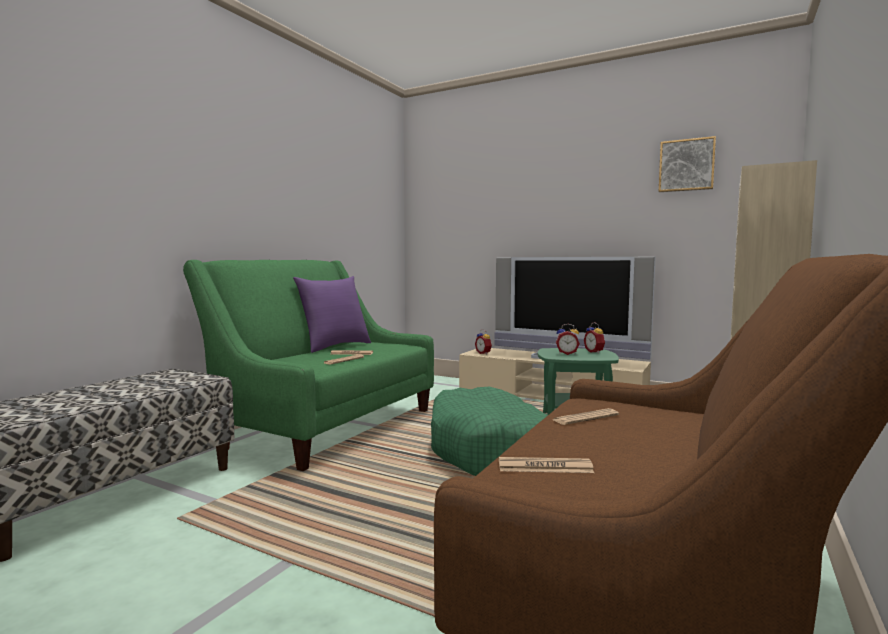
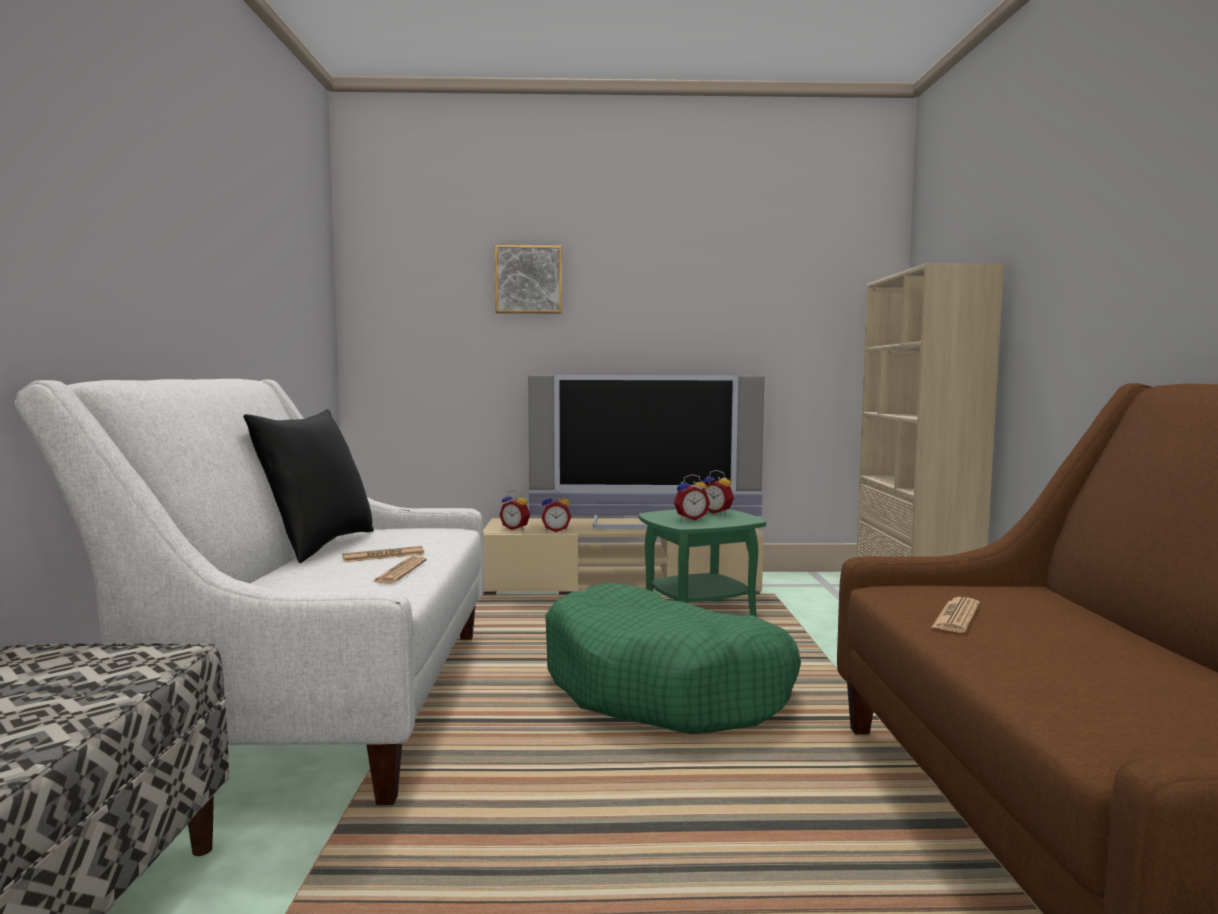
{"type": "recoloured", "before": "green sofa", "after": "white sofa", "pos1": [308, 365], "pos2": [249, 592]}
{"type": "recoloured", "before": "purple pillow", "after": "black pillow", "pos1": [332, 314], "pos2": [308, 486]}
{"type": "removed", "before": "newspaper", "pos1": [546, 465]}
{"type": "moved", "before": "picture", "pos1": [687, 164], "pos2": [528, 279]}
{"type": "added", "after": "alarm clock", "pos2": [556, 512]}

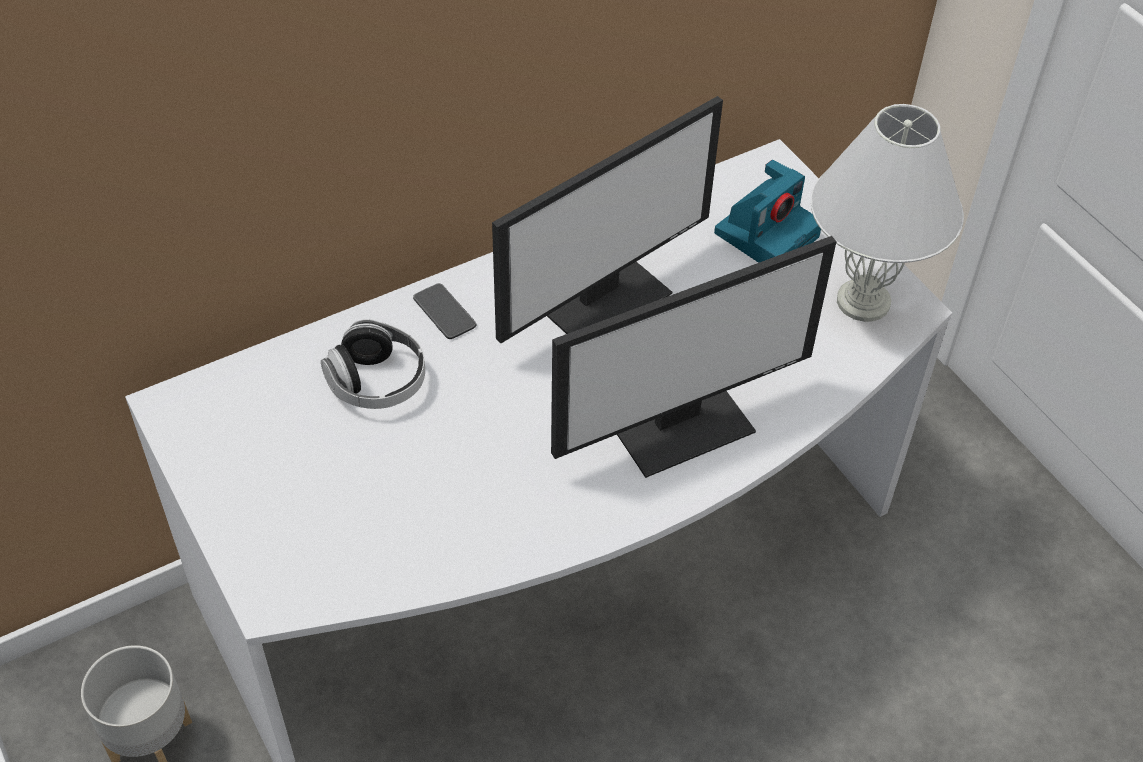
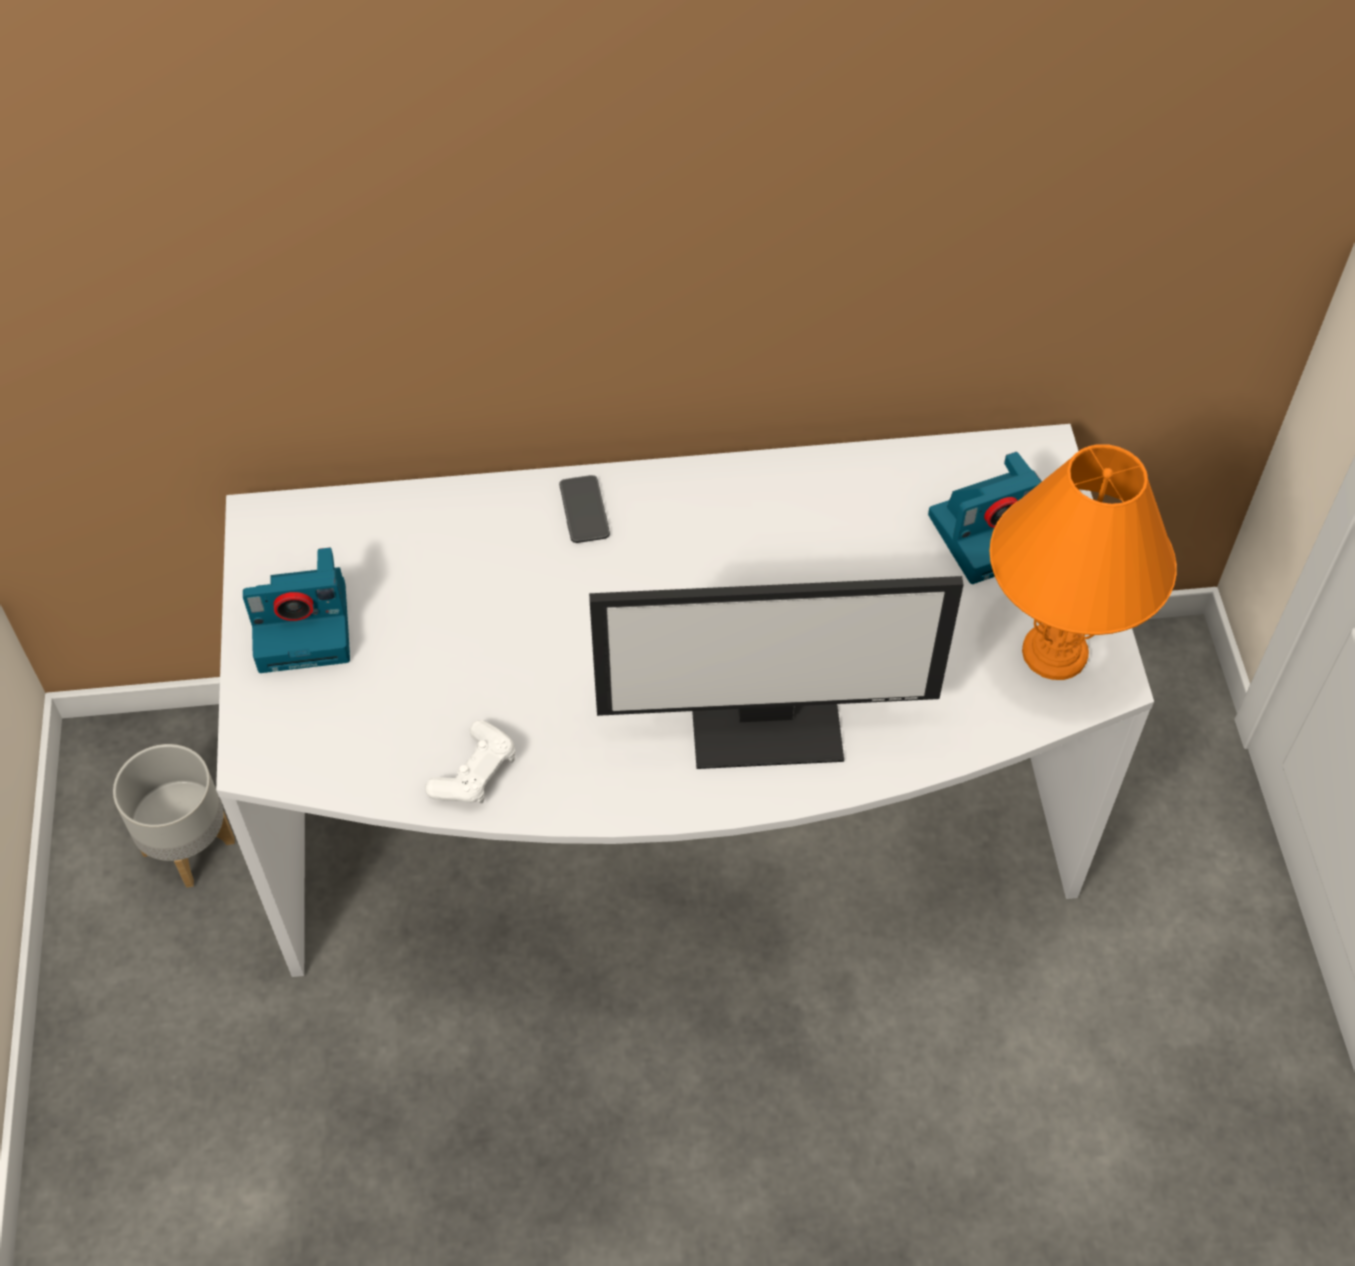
{"type": "removed", "before": "headphones", "pos1": [373, 364]}
{"type": "removed", "before": "monitor", "pos1": [607, 219]}
{"type": "recoloured", "before": "white table lamp", "after": "orange table lamp", "pos1": [887, 213], "pos2": [1083, 562]}
{"type": "added", "after": "photo camera", "pos2": [296, 610]}
{"type": "added", "after": "white game controller", "pos2": [470, 762]}

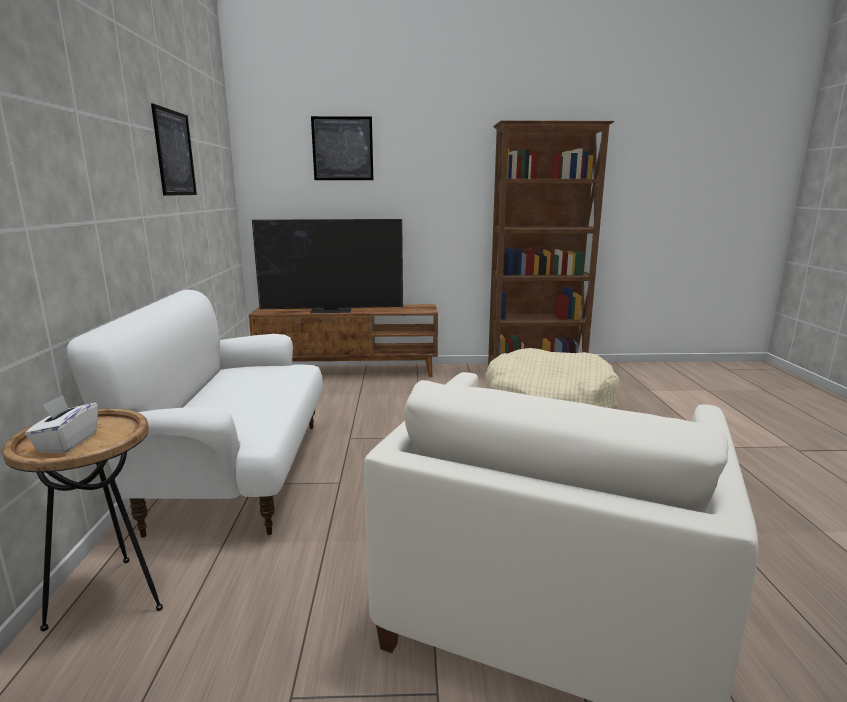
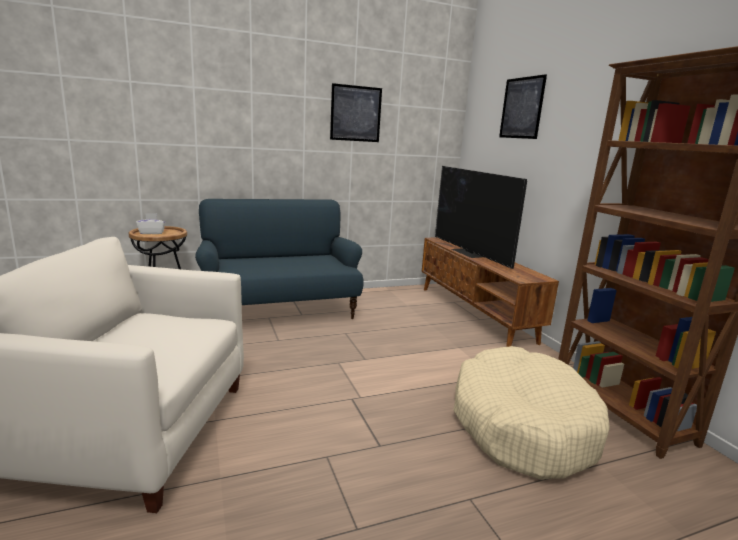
{"type": "recoloured", "before": "white sofa", "after": "blue sofa", "pos1": [195, 414], "pos2": [279, 259]}

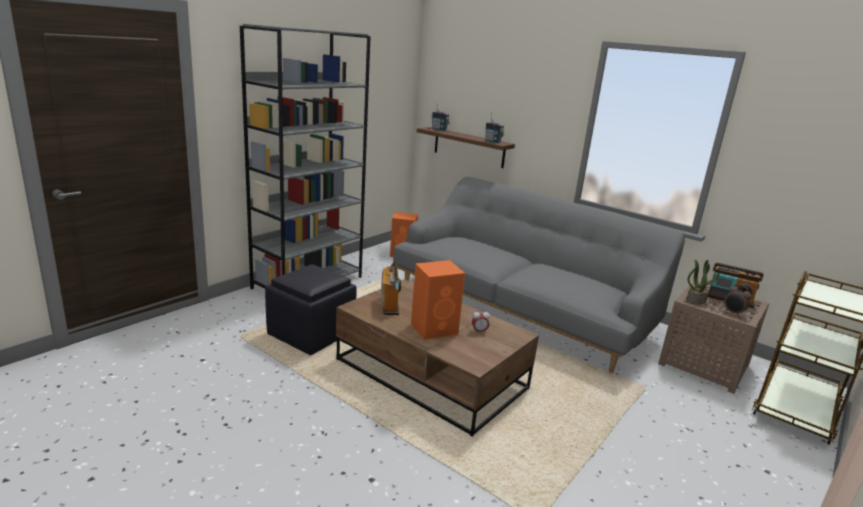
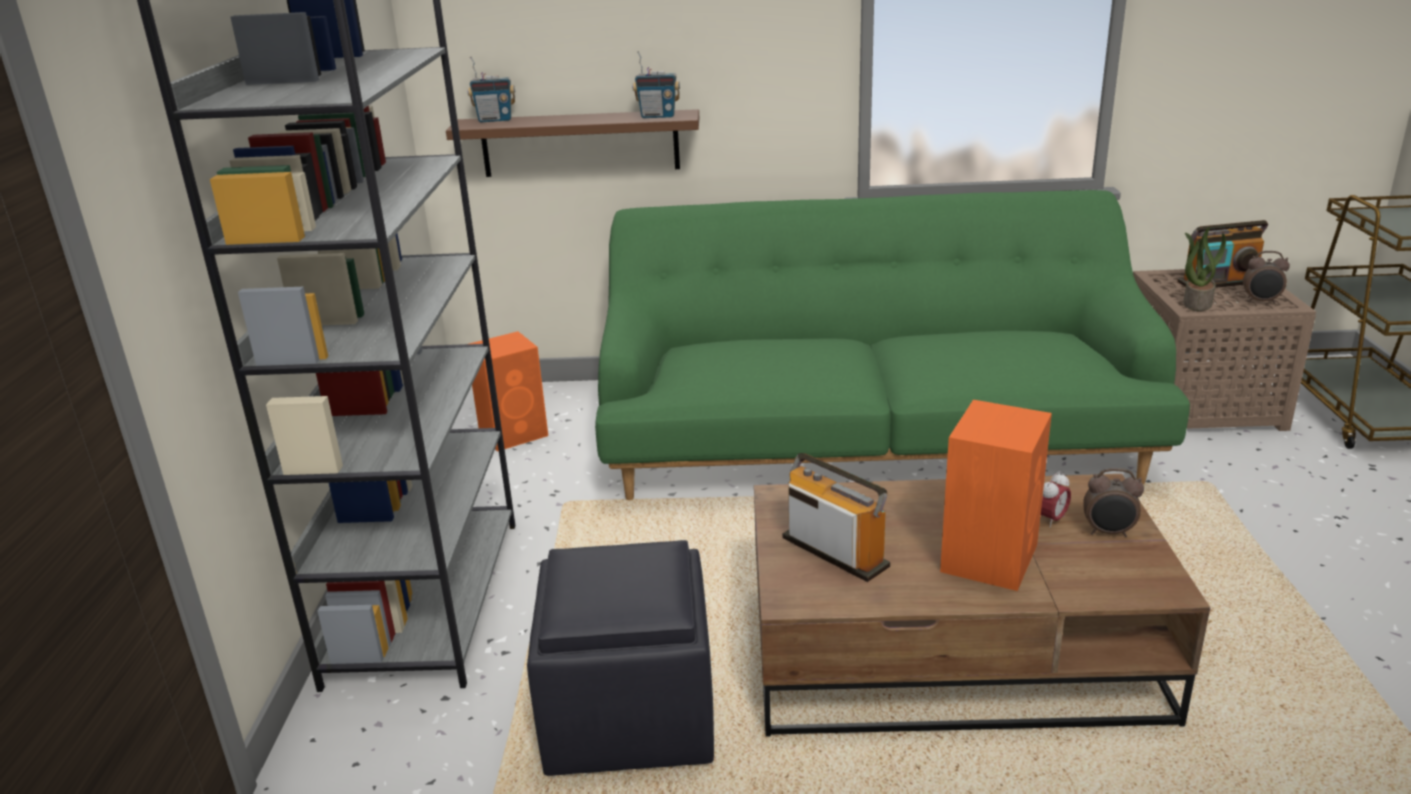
{"type": "recoloured", "before": "grey sofa", "after": "green sofa", "pos1": [539, 275], "pos2": [892, 345]}
{"type": "added", "after": "alarm clock", "pos2": [1113, 502]}

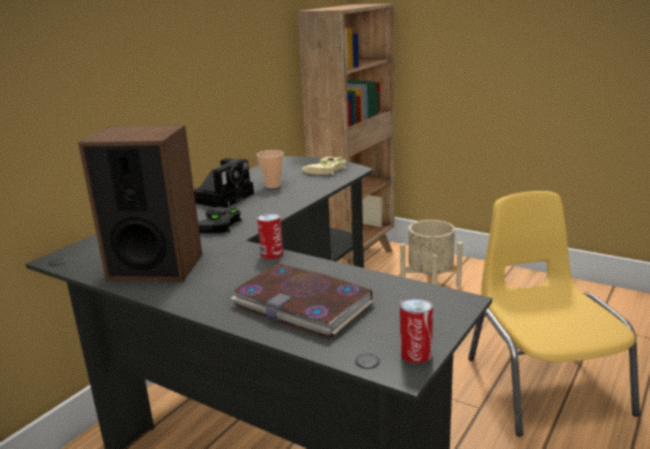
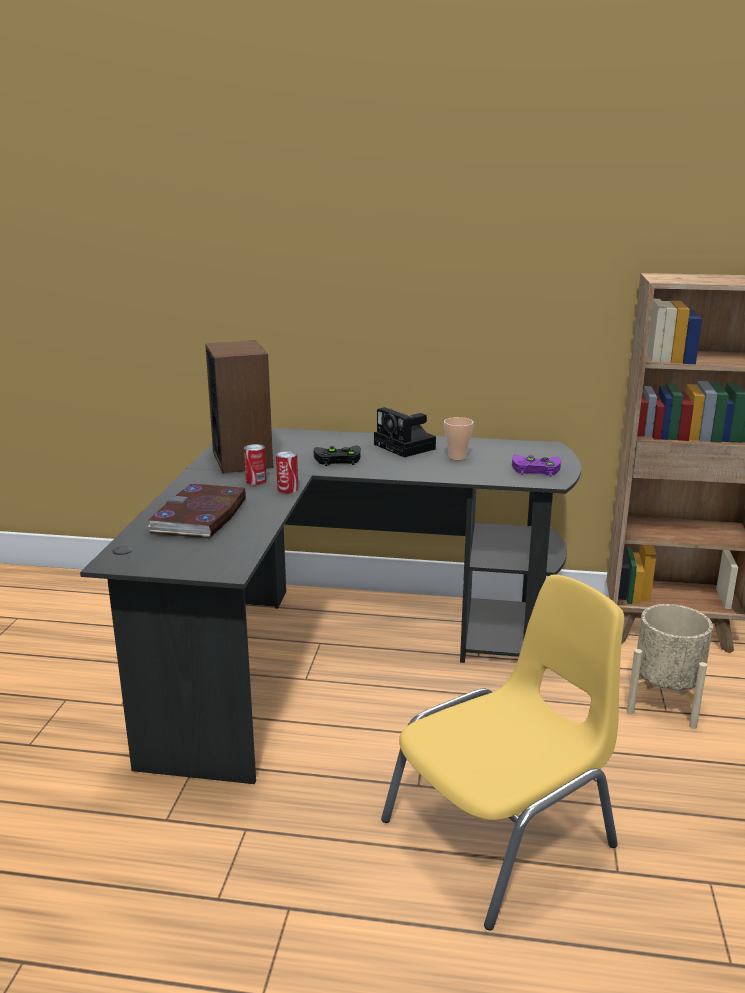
{"type": "turned", "before": "photo camera", "pos1": [224, 183], "pos2": [405, 432], "turn": 45}
{"type": "recoloured", "before": "beige game controller", "after": "purple game controller", "pos1": [324, 166], "pos2": [536, 465]}
{"type": "moved", "before": "can", "pos1": [416, 330], "pos2": [255, 464]}

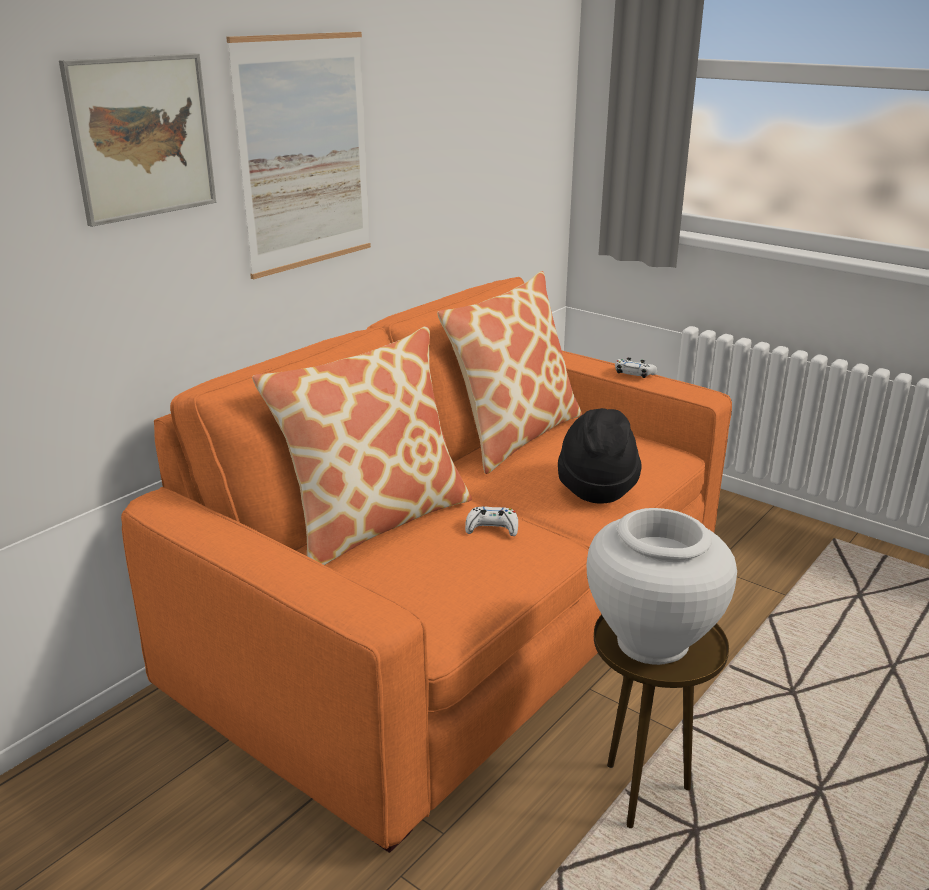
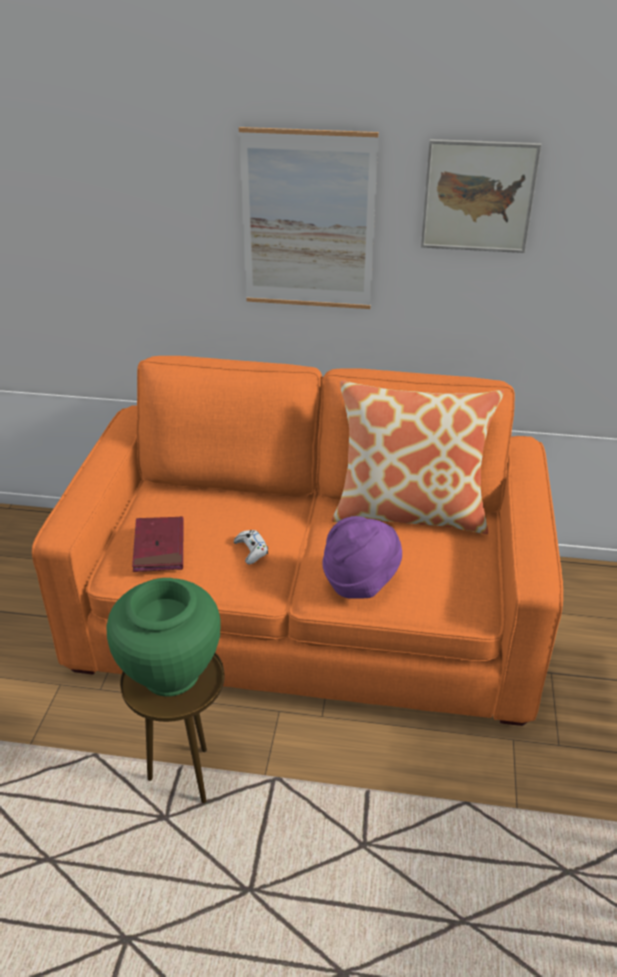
{"type": "moved", "before": "picture", "pos1": [137, 140], "pos2": [481, 196]}
{"type": "removed", "before": "pillow", "pos1": [362, 445]}
{"type": "recoloured", "before": "black hat", "after": "purple hat", "pos1": [600, 456], "pos2": [362, 557]}
{"type": "recoloured", "before": "white vase", "after": "green vase", "pos1": [662, 586], "pos2": [164, 637]}
{"type": "removed", "before": "white game controller", "pos1": [636, 367]}
{"type": "added", "after": "red book", "pos2": [158, 544]}

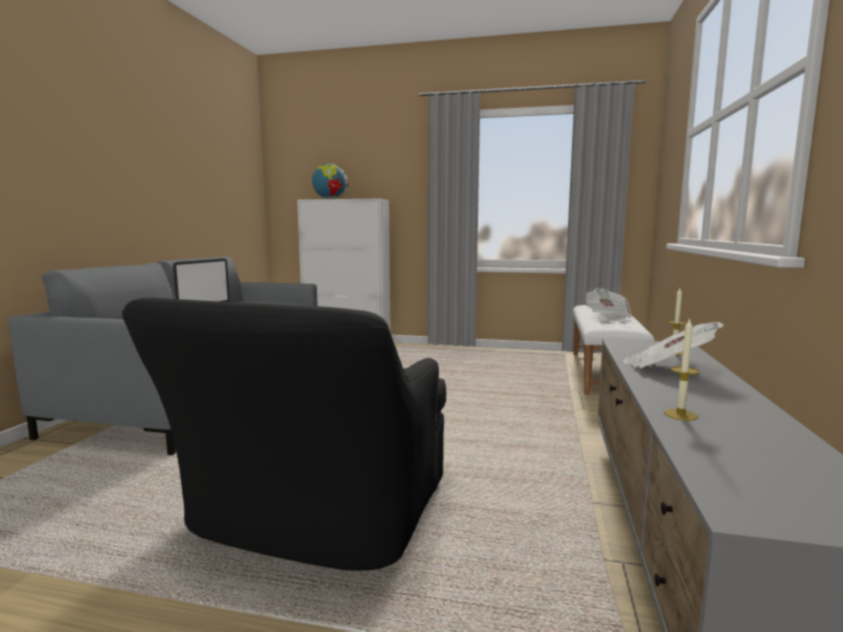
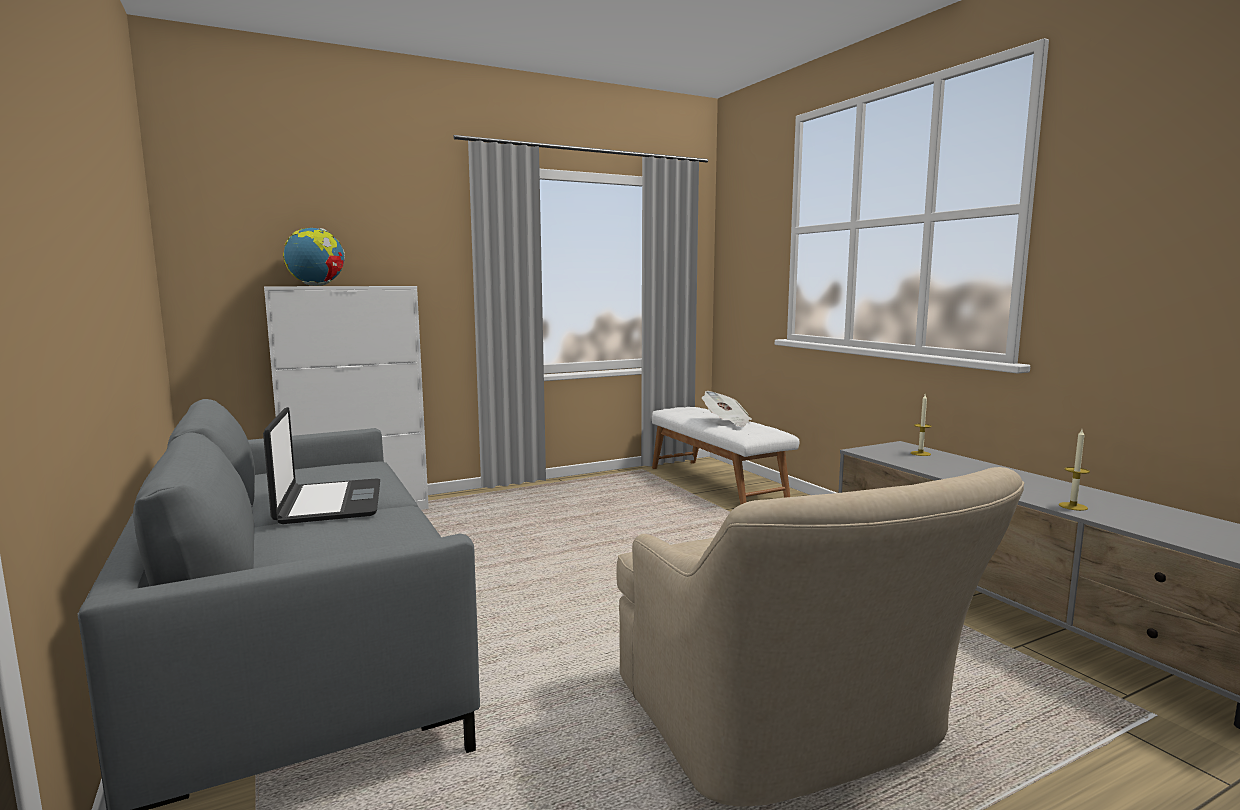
{"type": "recoloured", "before": "black armchair", "after": "beige armchair", "pos1": [284, 434], "pos2": [820, 637]}
{"type": "removed", "before": "newspaper", "pos1": [673, 345]}

